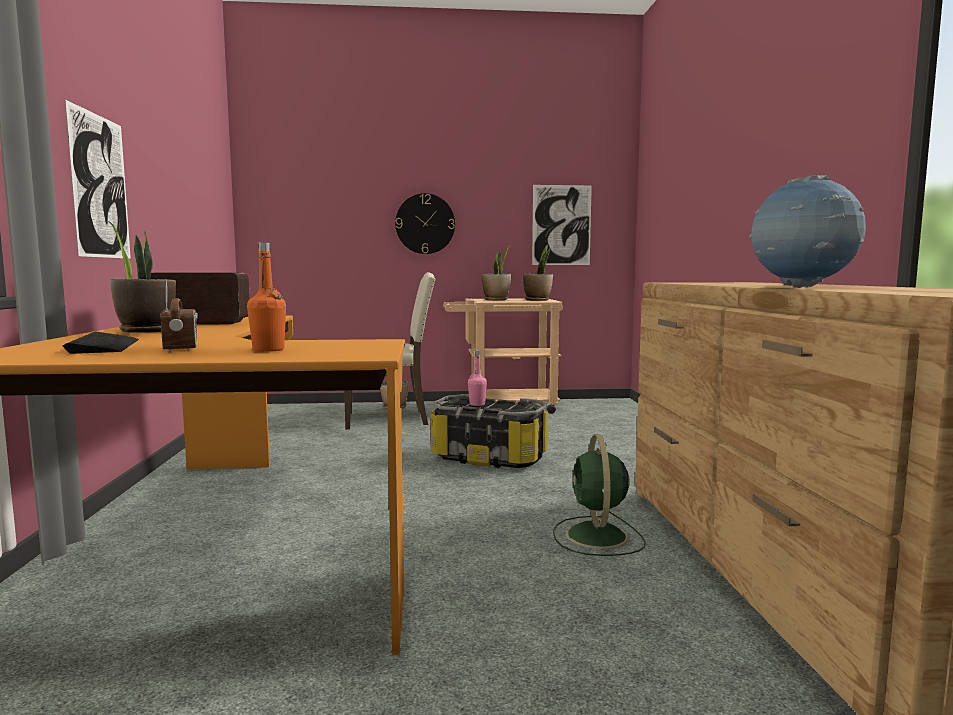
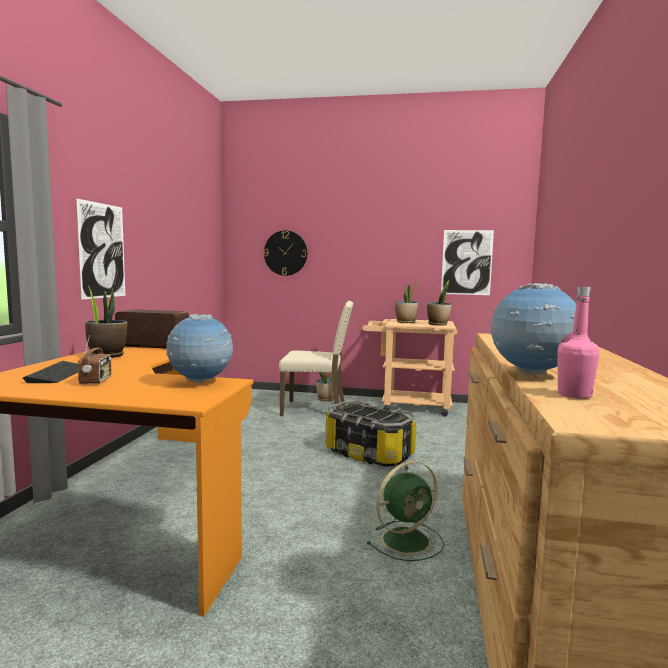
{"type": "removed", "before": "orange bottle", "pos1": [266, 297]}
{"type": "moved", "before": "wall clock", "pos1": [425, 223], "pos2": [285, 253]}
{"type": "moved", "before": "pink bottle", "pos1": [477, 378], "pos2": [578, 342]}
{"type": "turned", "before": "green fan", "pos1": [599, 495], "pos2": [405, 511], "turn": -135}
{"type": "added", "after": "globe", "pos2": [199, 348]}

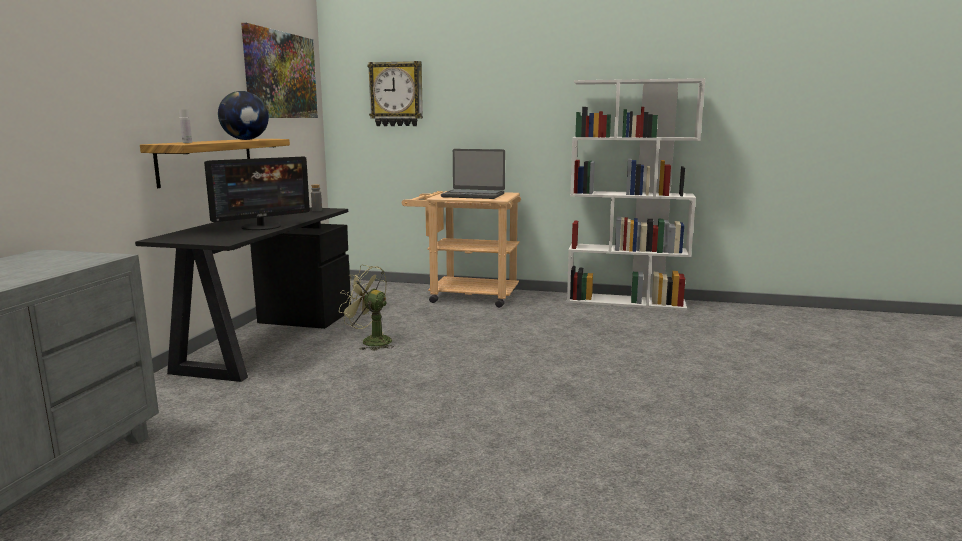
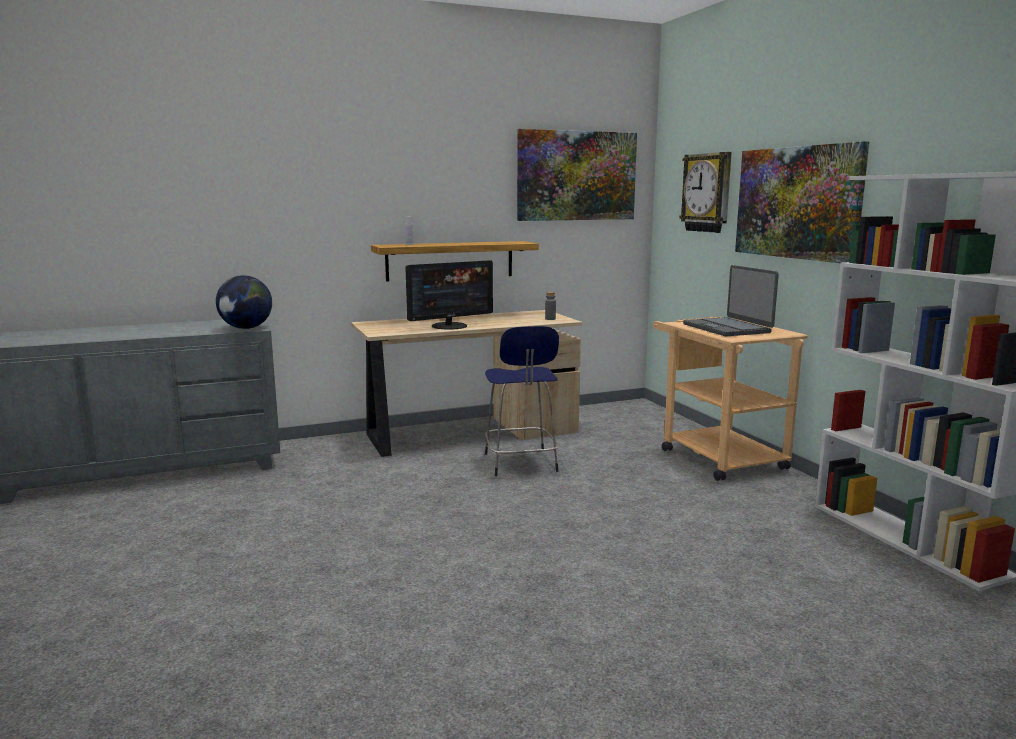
{"type": "recoloured", "before": "black desk", "after": "beige desk", "pos1": [243, 294], "pos2": [466, 383]}
{"type": "turned", "before": "monitor", "pos1": [257, 193], "pos2": [449, 295], "turn": -45}
{"type": "moved", "before": "globe", "pos1": [243, 115], "pos2": [244, 302]}
{"type": "replaced", "before": "green fan", "after": "blue stool", "pos1": [366, 308], "pos2": [522, 401]}
{"type": "added", "after": "picture", "pos2": [802, 202]}

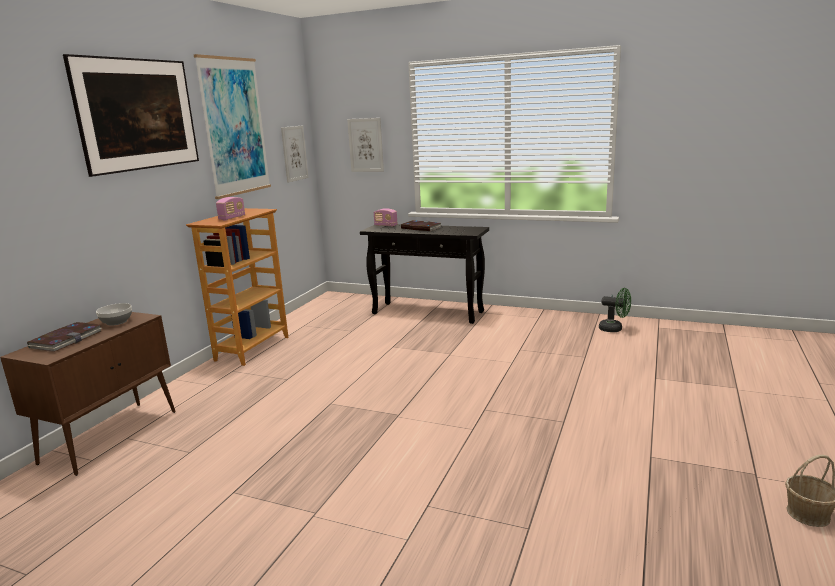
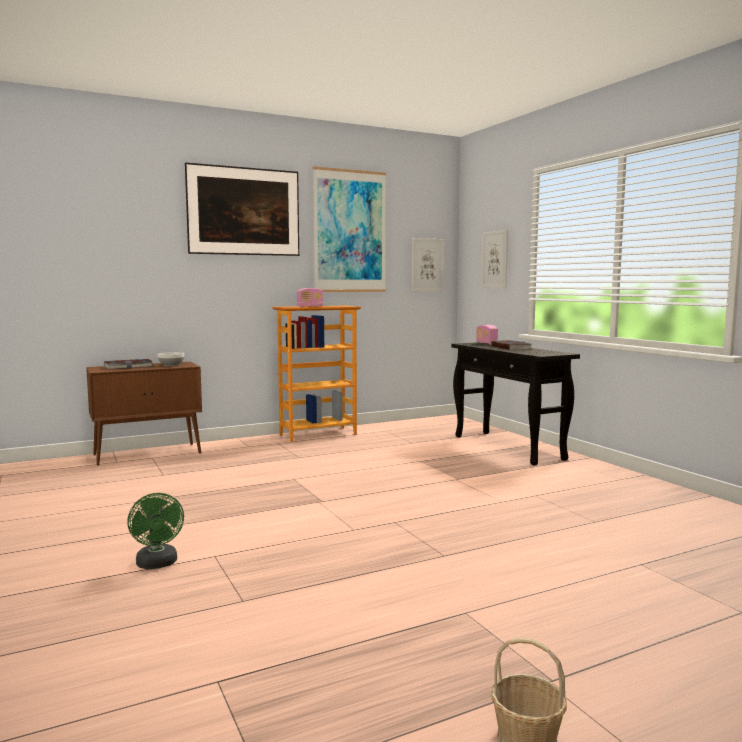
{"type": "moved", "before": "green fan", "pos1": [615, 310], "pos2": [155, 531]}

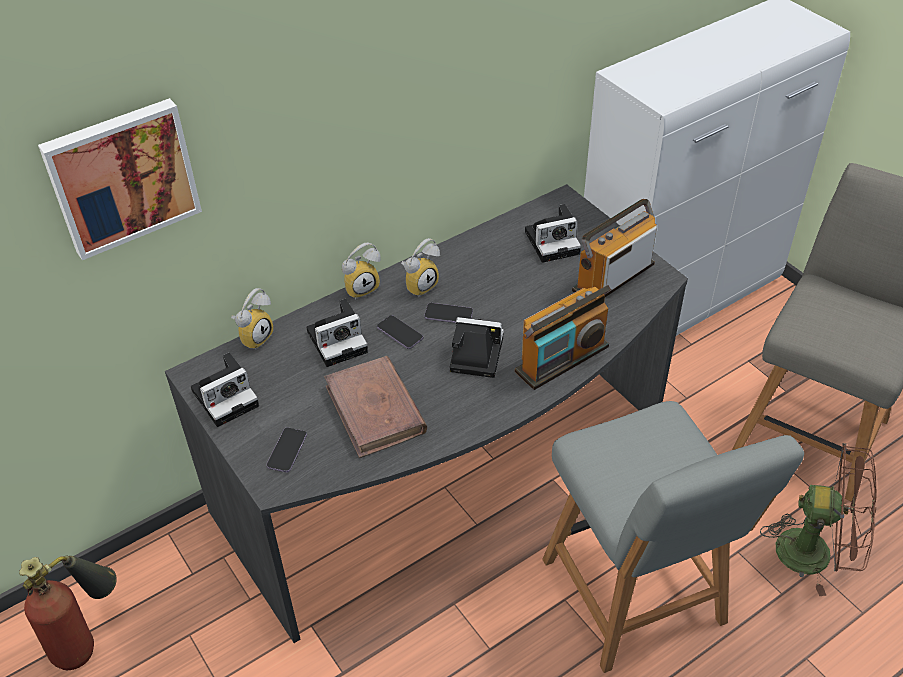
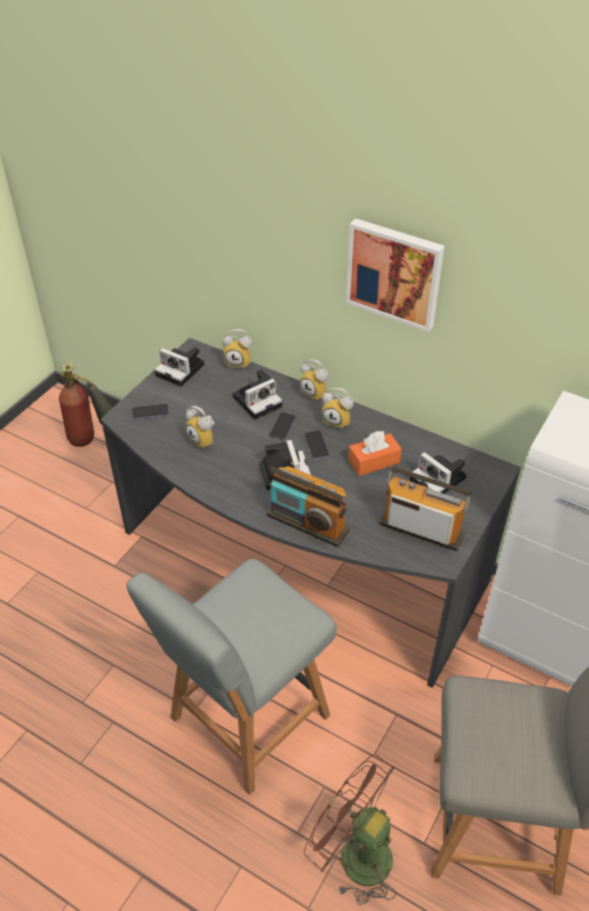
{"type": "moved", "before": "picture", "pos1": [120, 179], "pos2": [395, 275]}
{"type": "turned", "before": "photo camera", "pos1": [337, 333], "pos2": [257, 394], "turn": -75}
{"type": "replaced", "before": "brown book", "after": "alarm clock", "pos1": [375, 407], "pos2": [199, 427]}
{"type": "turned", "before": "brown fan", "pos1": [818, 519], "pos2": [350, 829], "turn": 135}
{"type": "added", "after": "orange tissue box", "pos2": [375, 453]}

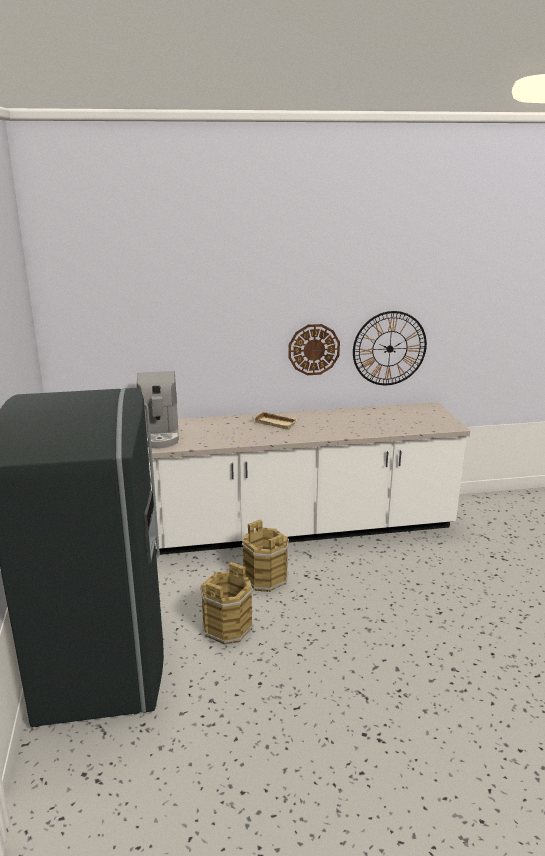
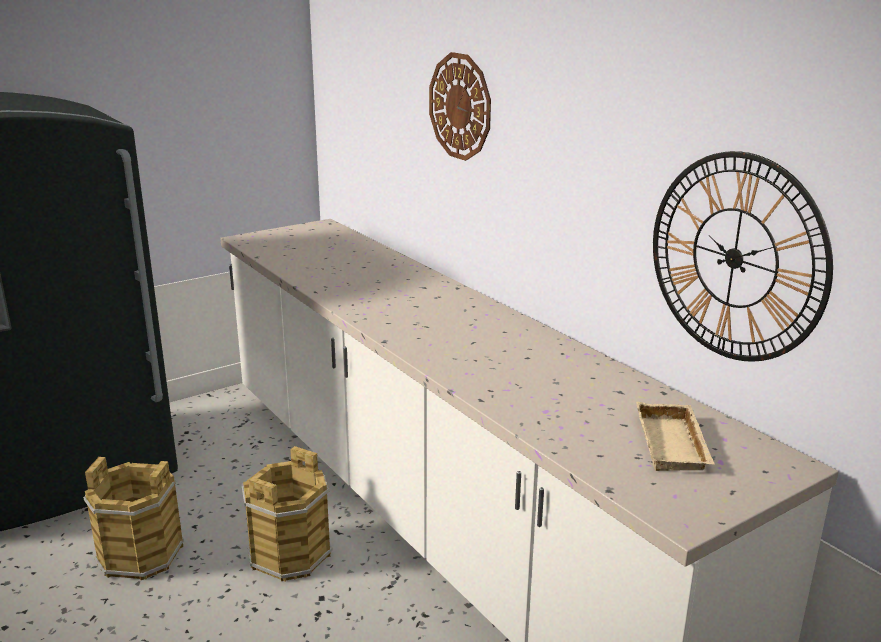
{"type": "removed", "before": "coffee machine", "pos1": [158, 409]}
{"type": "moved", "before": "beige tray", "pos1": [276, 420], "pos2": [675, 436]}
{"type": "moved", "before": "wall clock", "pos1": [314, 349], "pos2": [460, 106]}

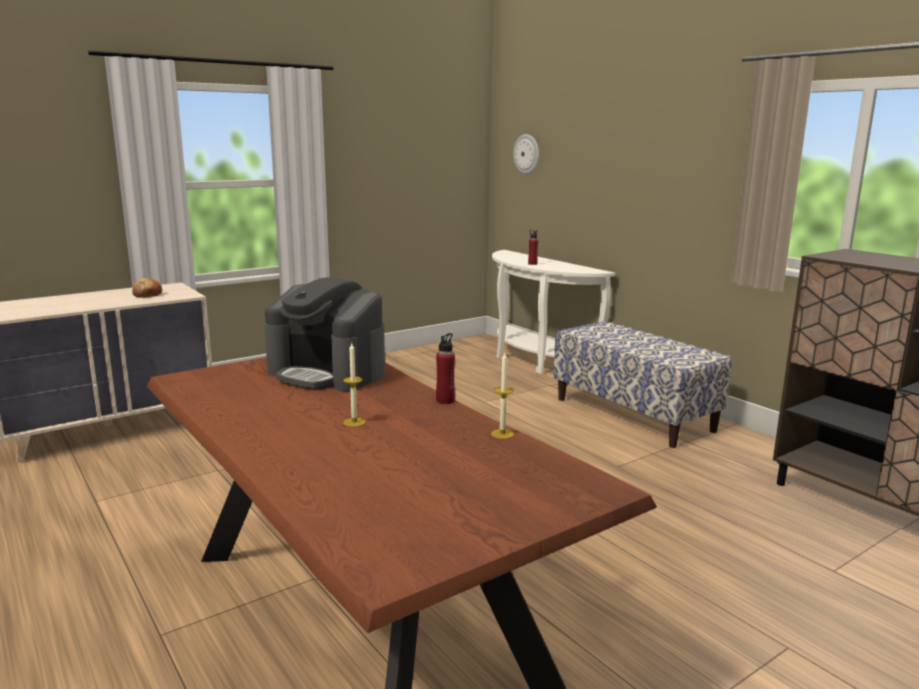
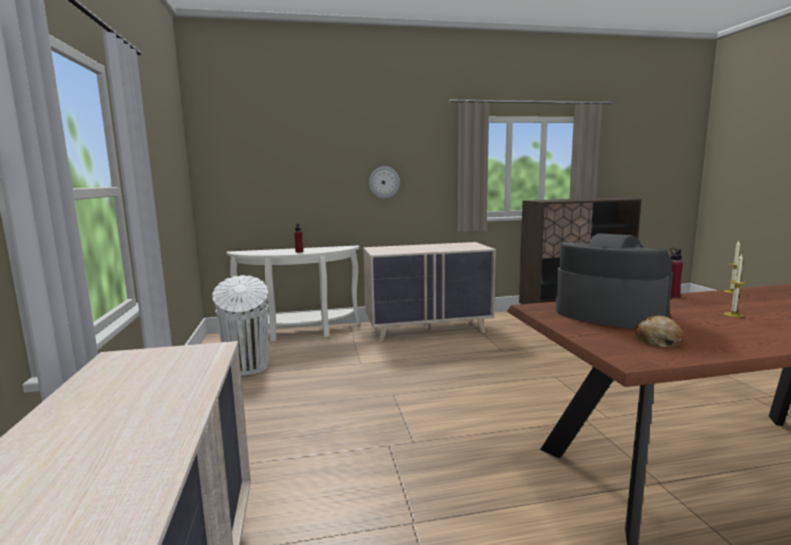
{"type": "moved", "before": "bread", "pos1": [147, 288], "pos2": [659, 331]}
{"type": "turned", "before": "coffee machine", "pos1": [324, 334], "pos2": [614, 281], "turn": -105}
{"type": "moved", "before": "wall clock", "pos1": [526, 154], "pos2": [384, 182]}
{"type": "replaced", "before": "bench", "after": "beige dresser", "pos1": [642, 384], "pos2": [429, 292]}
{"type": "added", "after": "white trash can", "pos2": [240, 325]}

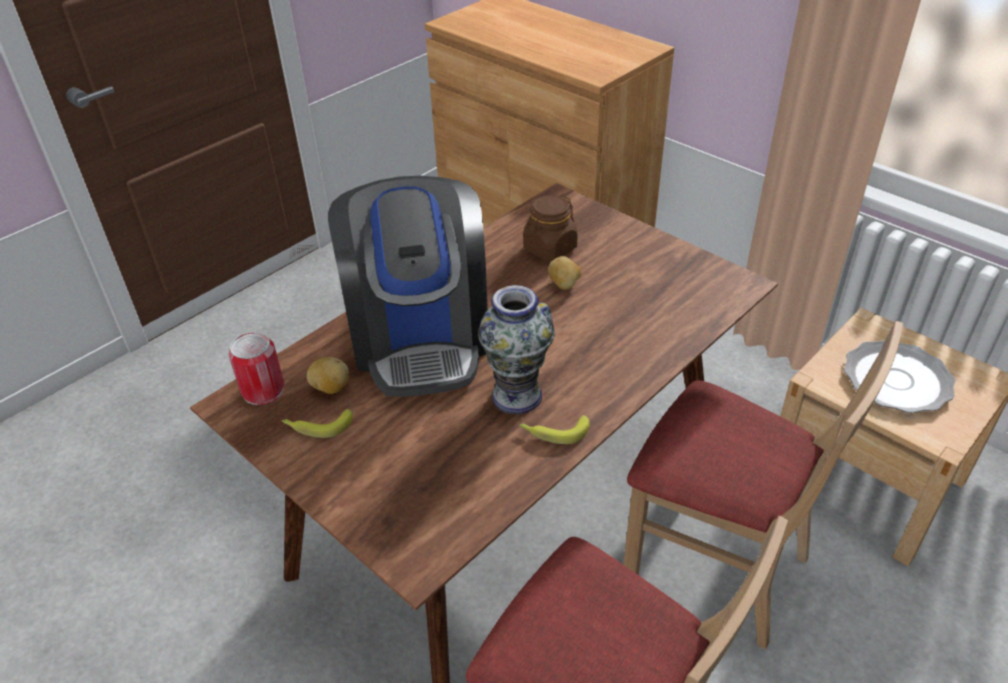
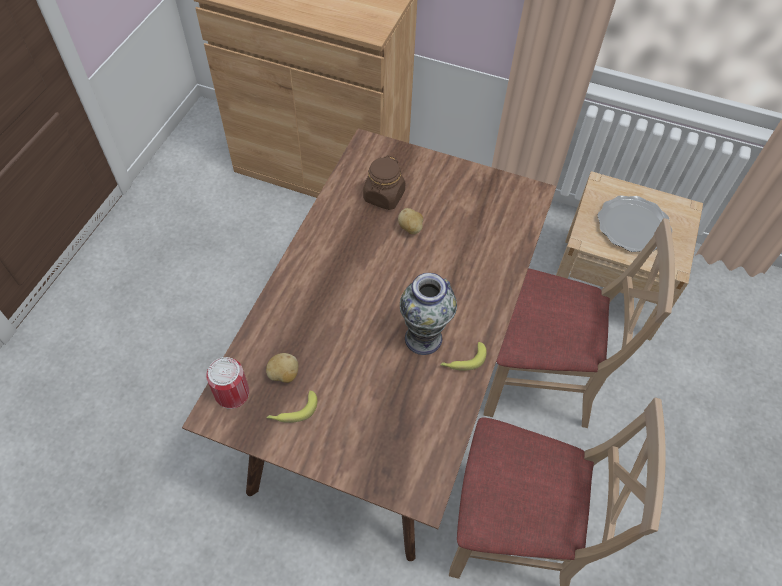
{"type": "removed", "before": "coffee machine", "pos1": [408, 286]}

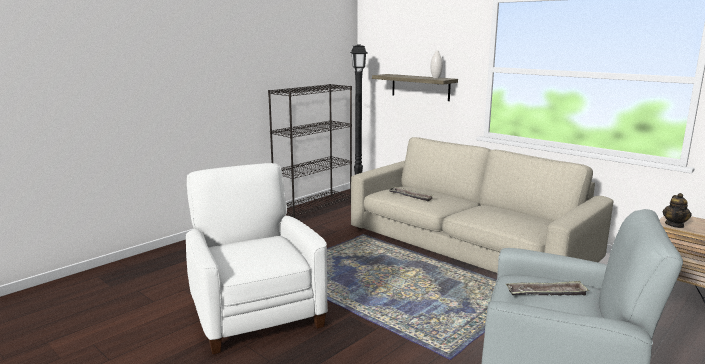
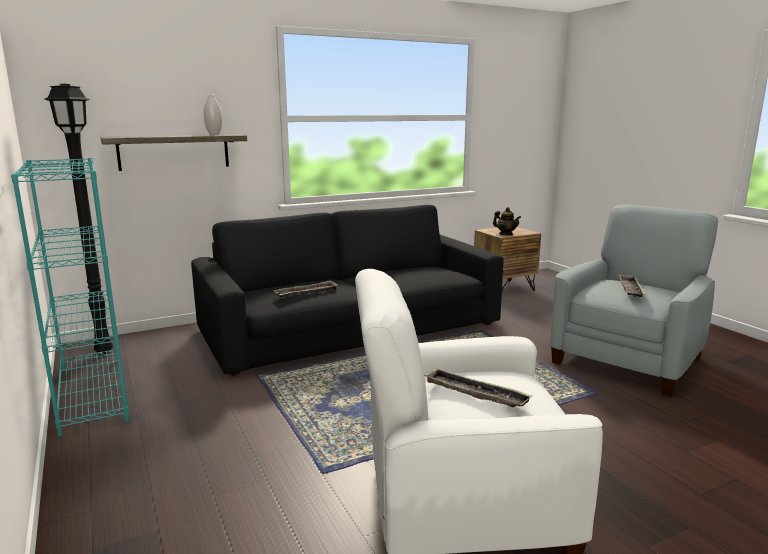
{"type": "recoloured", "before": "black bookcase", "after": "turquoise bookcase", "pos1": [310, 151], "pos2": [70, 297]}
{"type": "recoloured", "before": "beige sofa", "after": "black sofa", "pos1": [482, 205], "pos2": [347, 290]}
{"type": "added", "after": "tray", "pos2": [478, 387]}

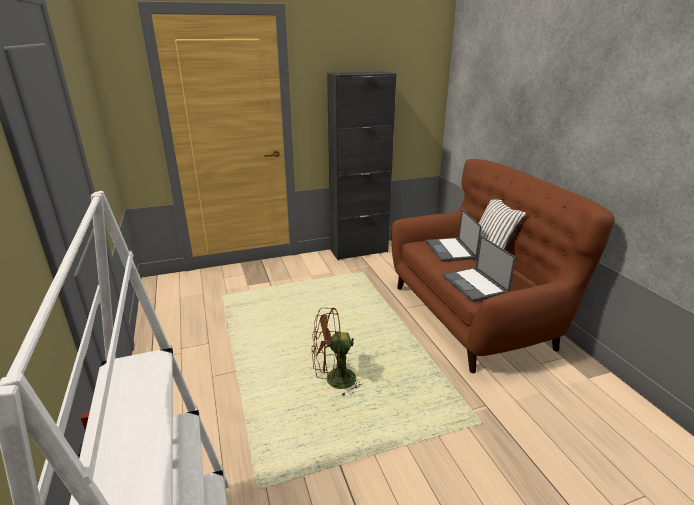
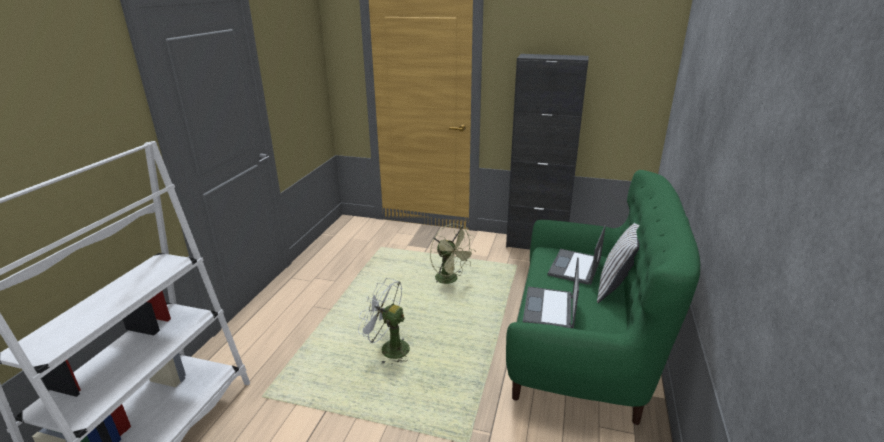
{"type": "recoloured", "before": "brown fan", "after": "white fan", "pos1": [337, 352], "pos2": [384, 321]}
{"type": "recoloured", "before": "brown sofa", "after": "green sofa", "pos1": [503, 266], "pos2": [603, 297]}
{"type": "added", "after": "green fan", "pos2": [453, 254]}

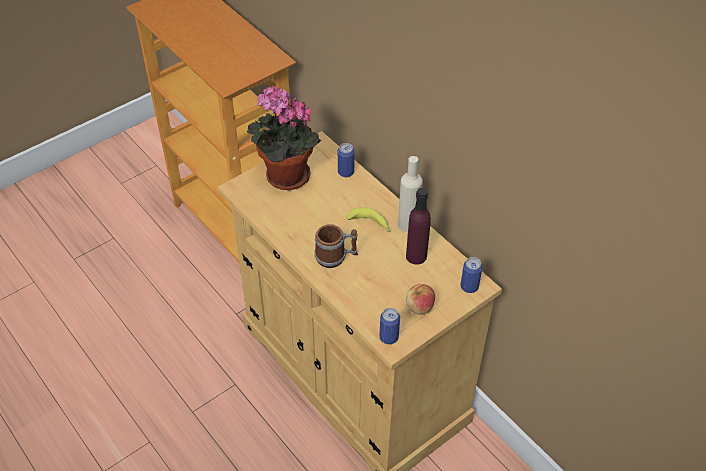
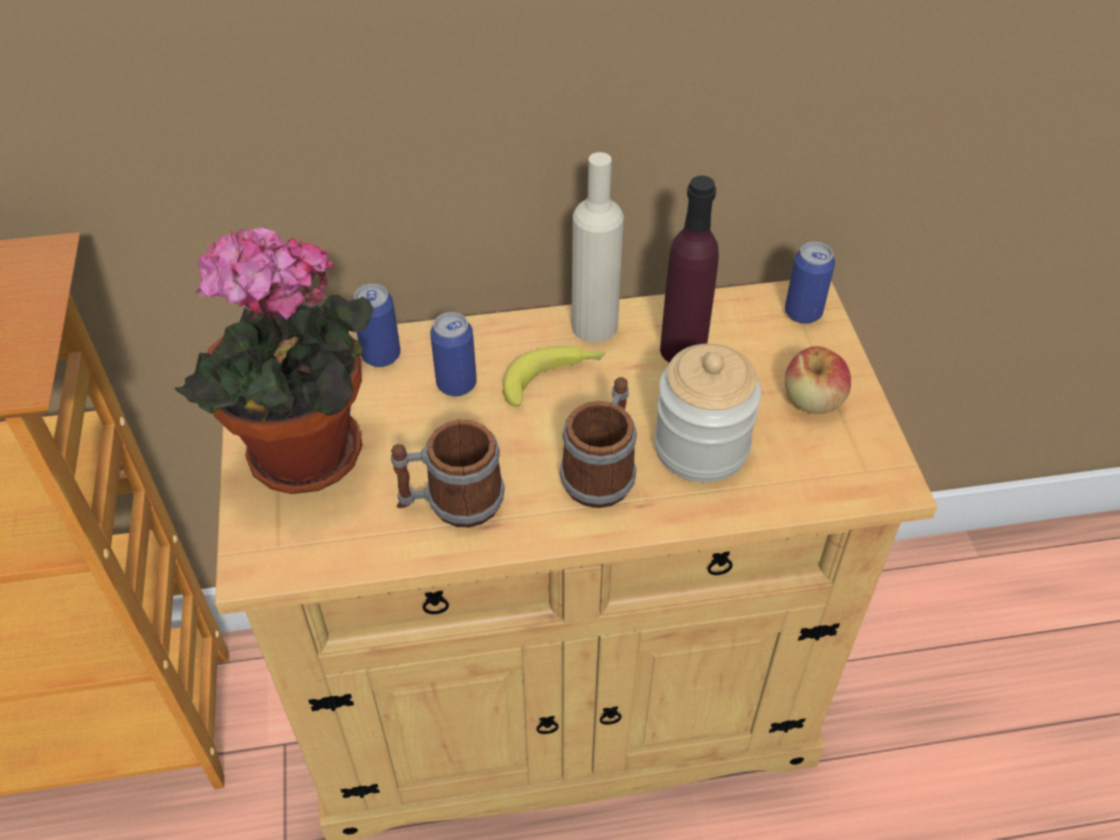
{"type": "moved", "before": "can", "pos1": [389, 326], "pos2": [453, 354]}
{"type": "added", "after": "mug", "pos2": [448, 473]}
{"type": "added", "after": "jar", "pos2": [707, 413]}

